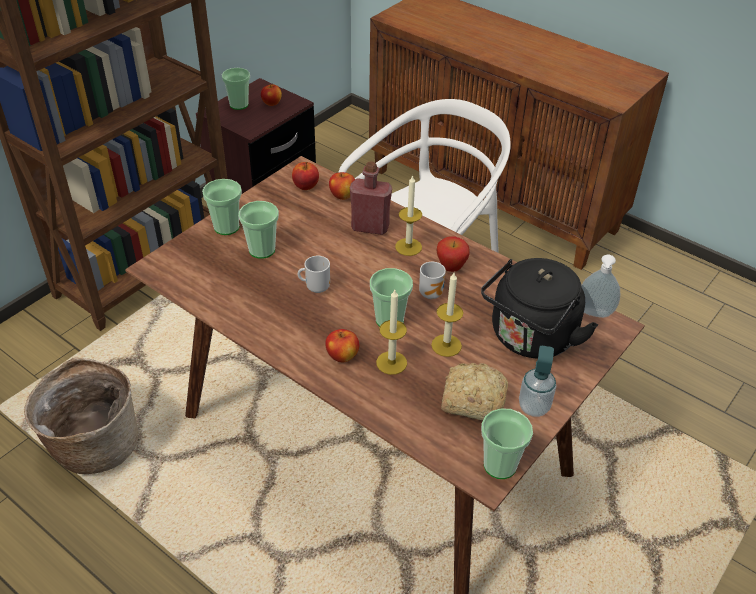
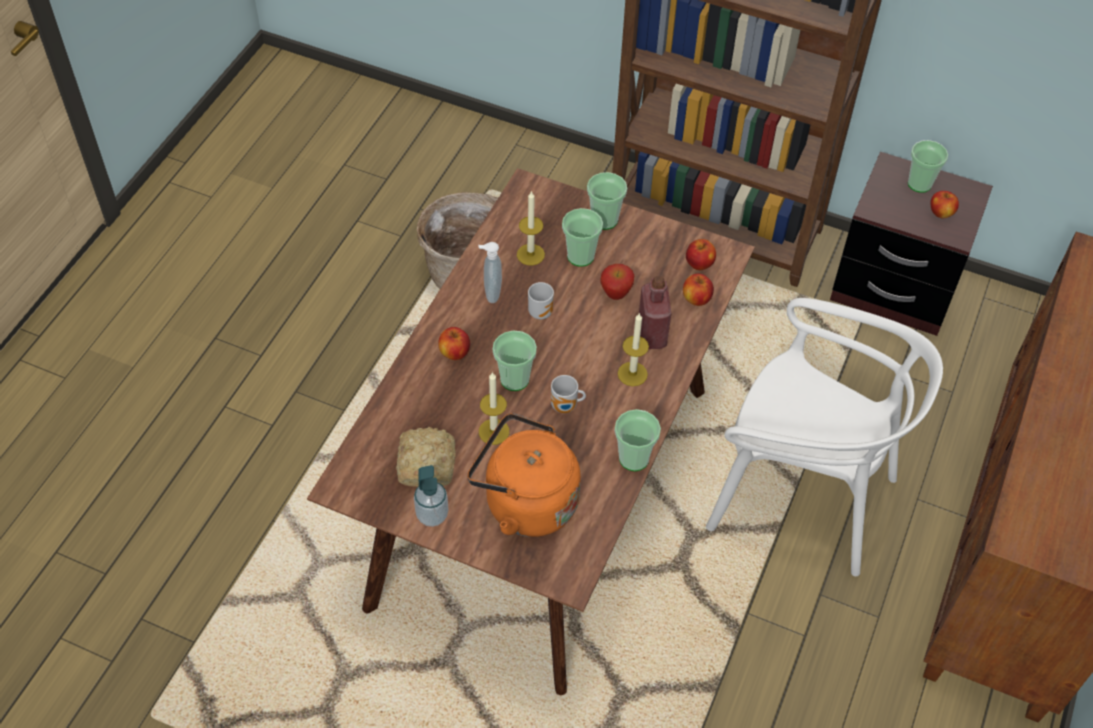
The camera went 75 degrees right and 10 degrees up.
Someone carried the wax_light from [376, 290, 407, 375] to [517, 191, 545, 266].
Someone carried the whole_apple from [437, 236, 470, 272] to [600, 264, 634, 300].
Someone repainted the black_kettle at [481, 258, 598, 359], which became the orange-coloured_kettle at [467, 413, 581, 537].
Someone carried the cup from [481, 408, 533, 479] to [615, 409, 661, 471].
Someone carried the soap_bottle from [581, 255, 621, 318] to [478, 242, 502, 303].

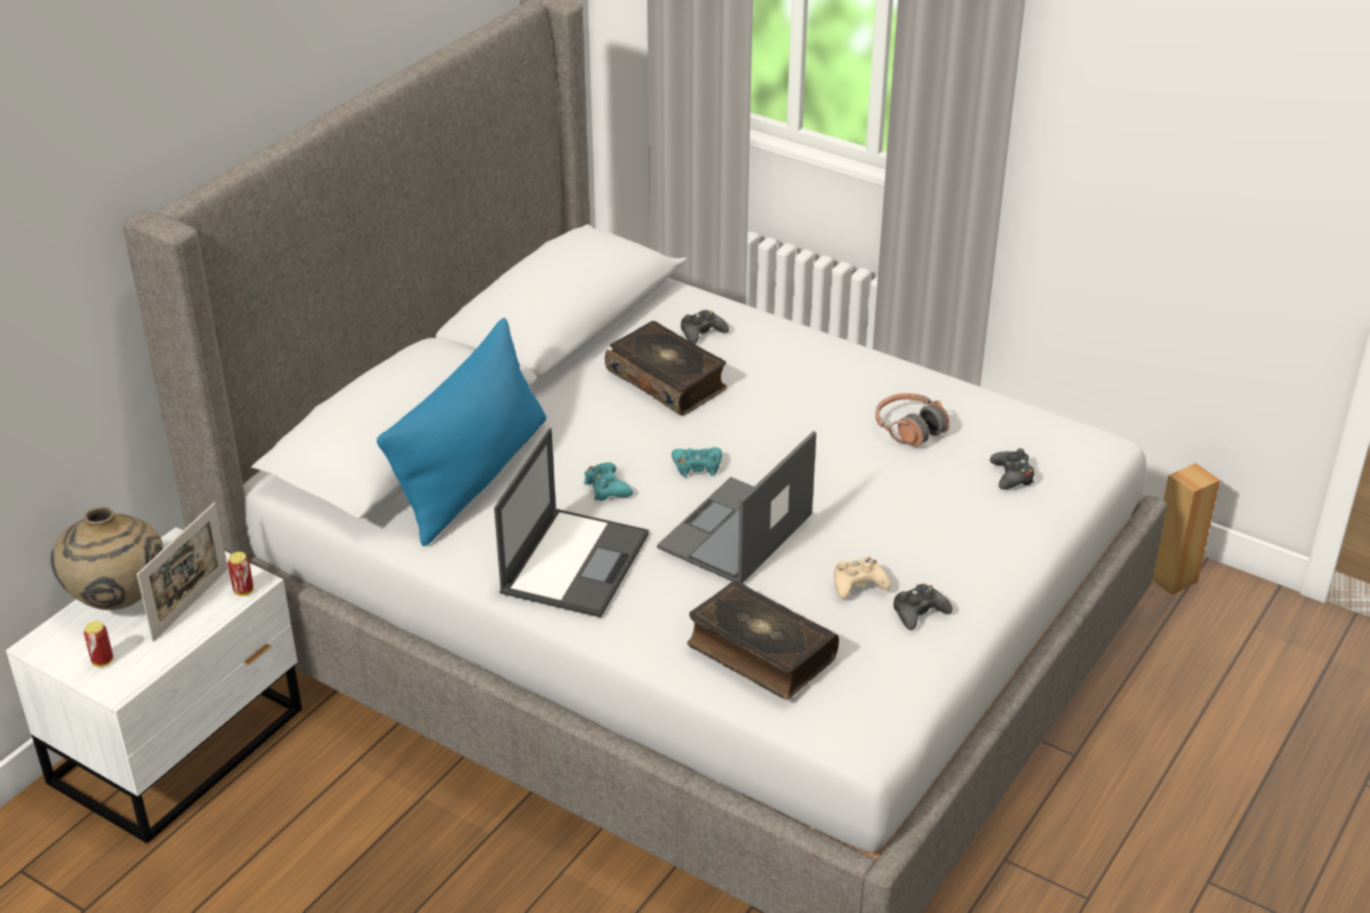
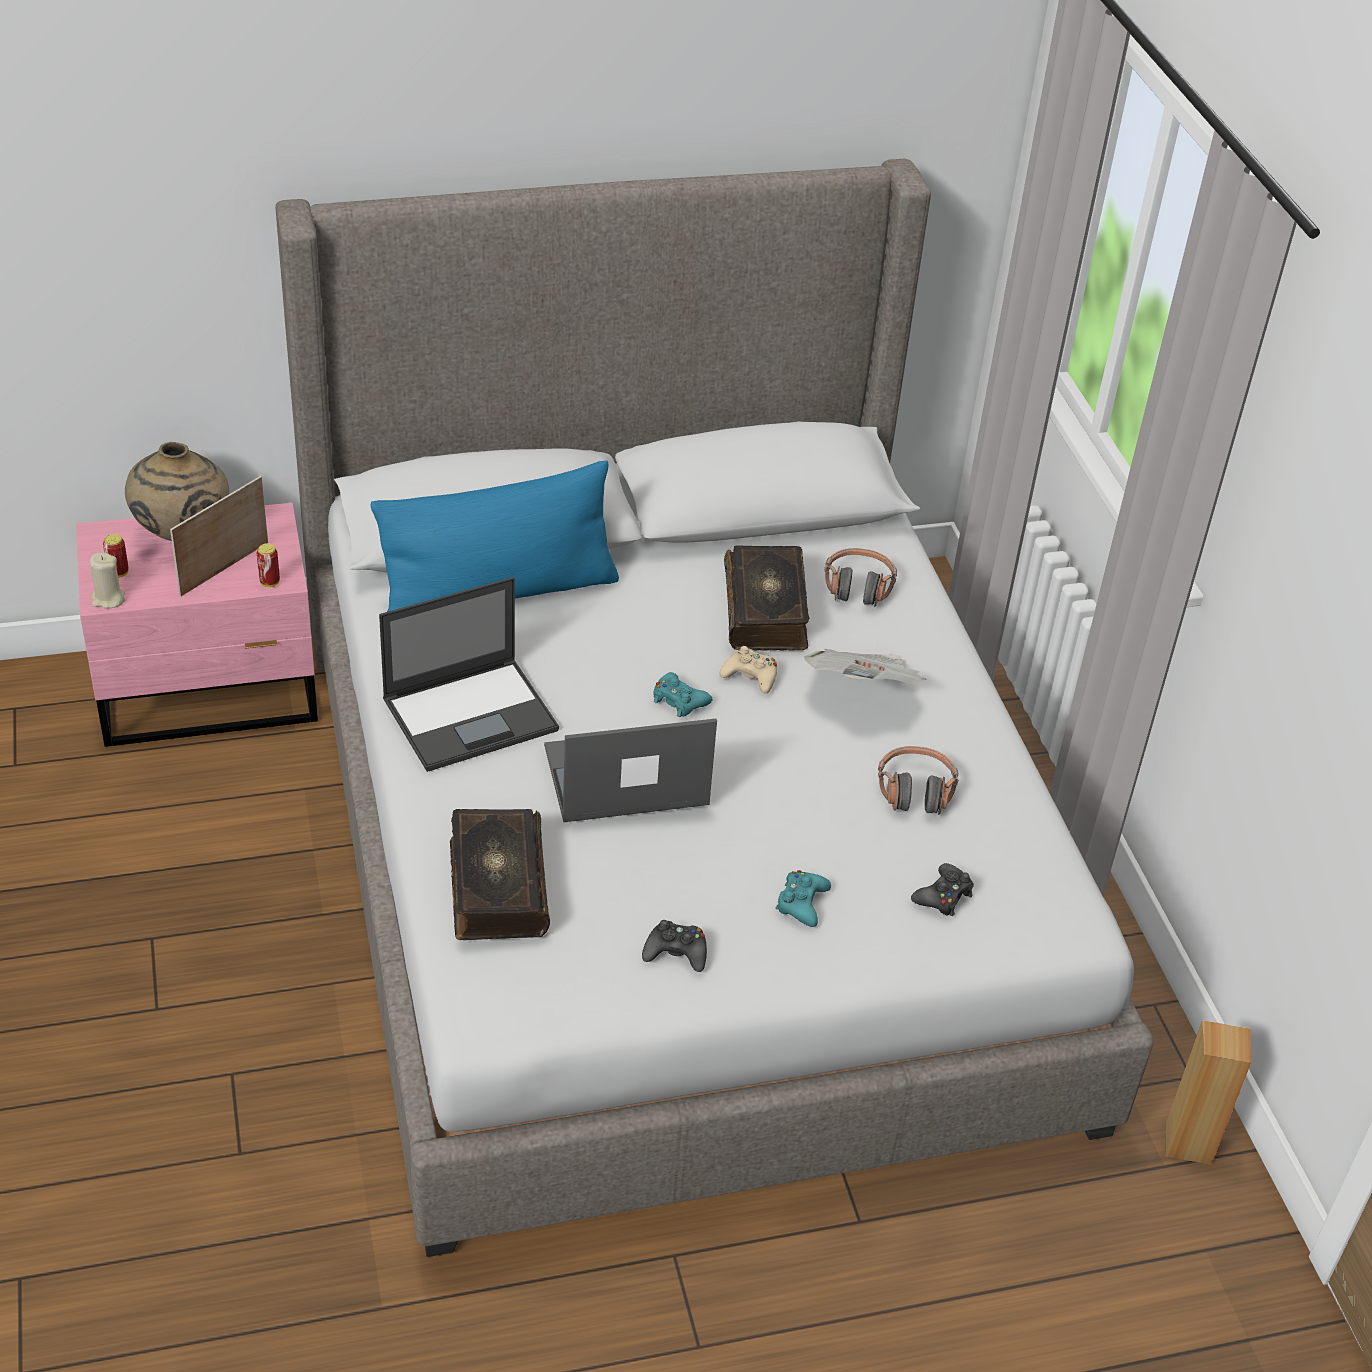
The camera went 40 degrees right and 5 degrees up.
Someone repainted the white-coloured_bedside_table at [6, 527, 302, 844], which became the pink_bedside_table at [76, 503, 318, 747].
Someone rotated the standing_frame at [137, 503, 228, 642] by 150 degrees clockwise.
Someone carried the turquoise-coloured_gamepad from [584, 462, 633, 501] to [776, 870, 831, 927].
Someone swapped the black_gamepad at [681, 310, 729, 344] for the headset at [825, 548, 897, 607].
Someone carried the sand-coloured_gamepad from [834, 557, 891, 599] to [720, 646, 777, 694].
Someone put down the sand-coloured_wax_light at [90, 552, 125, 609].
Someone put down the daily_paper at [804, 649, 926, 683].

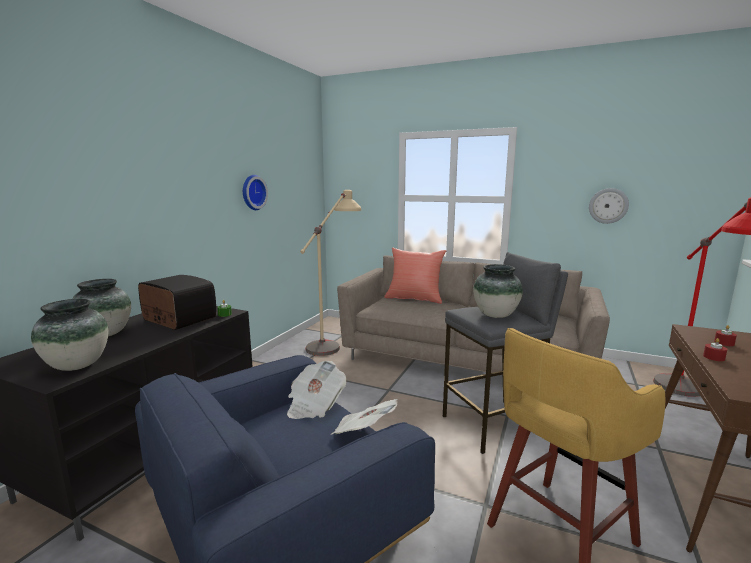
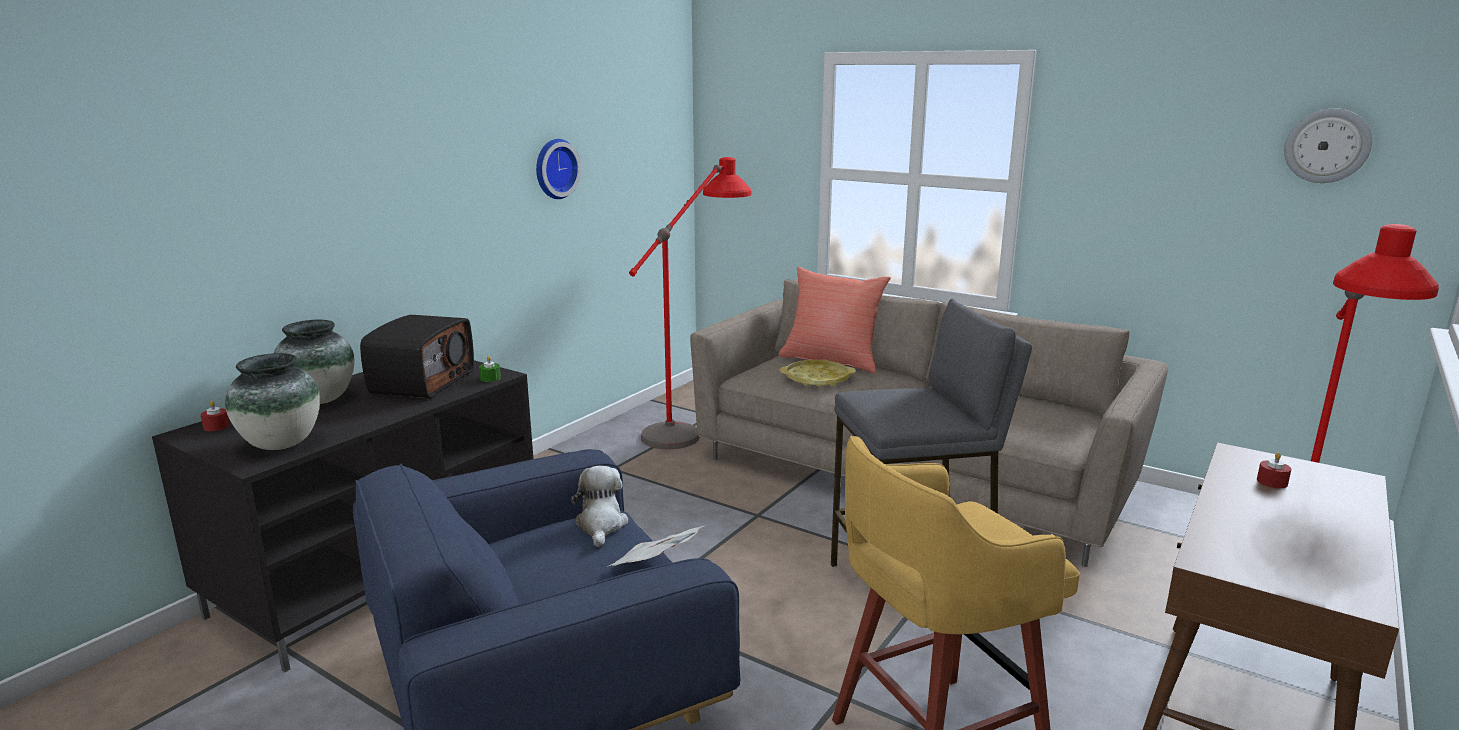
The camera went 10 degrees right and 5 degrees up.
Someone rotated the radio at [138, 275, 216, 330] by 60 degrees clockwise.
Someone swapped the daily_paper at [287, 360, 346, 419] for the plush_toy at [571, 466, 628, 547].
Someone repainted the sand-coloured_floor_lamp at [300, 190, 361, 356], which became the red-coloured_floor_lamp at [629, 157, 751, 449].
Someone took away the decorative_vase at [473, 264, 523, 318].
Someone carried the wall_clock from [589, 188, 629, 224] to [1284, 108, 1372, 183].
Someone carried the red-coloured_wax_light from [703, 338, 727, 361] to [201, 401, 230, 431].
Someone put down the yellowish_carrying_tray at [780, 360, 856, 387].

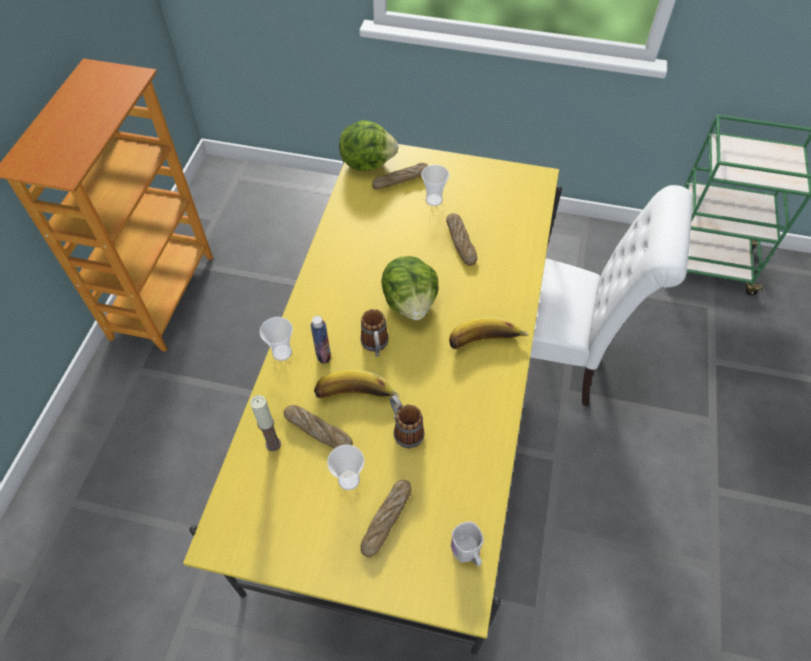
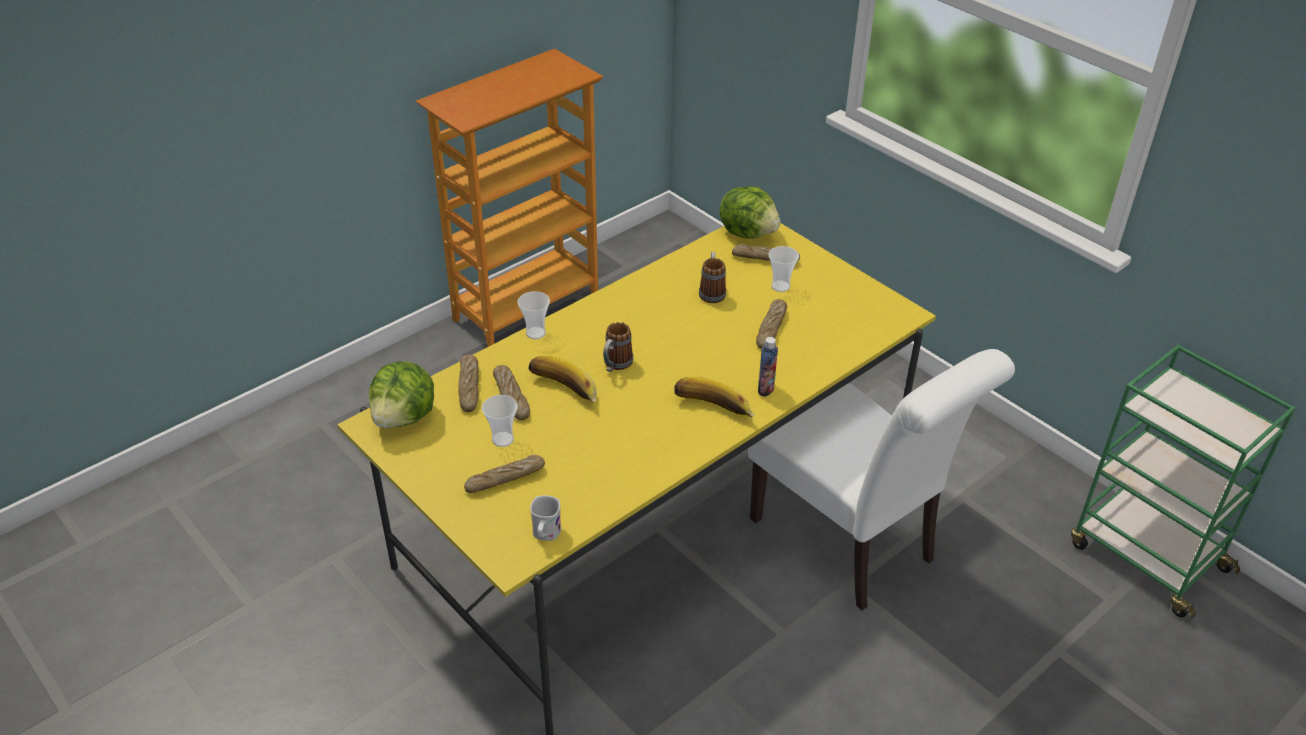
The camera went 35 degrees right and 15 degrees down.
Someone swapped the wax_light at [250, 395, 281, 451] for the bread at [458, 355, 479, 412].
Someone carried the bottle from [311, 316, 331, 364] to [758, 337, 778, 397].
Someone carried the lettuce_head from [381, 256, 439, 320] to [369, 361, 434, 428].
Someone carried the tea_mug from [390, 395, 424, 448] to [699, 252, 726, 303].

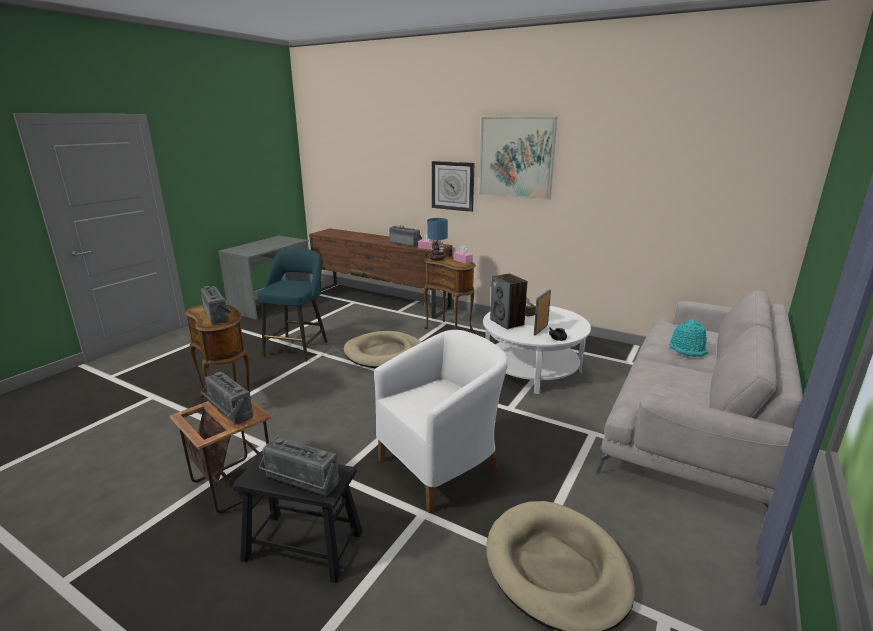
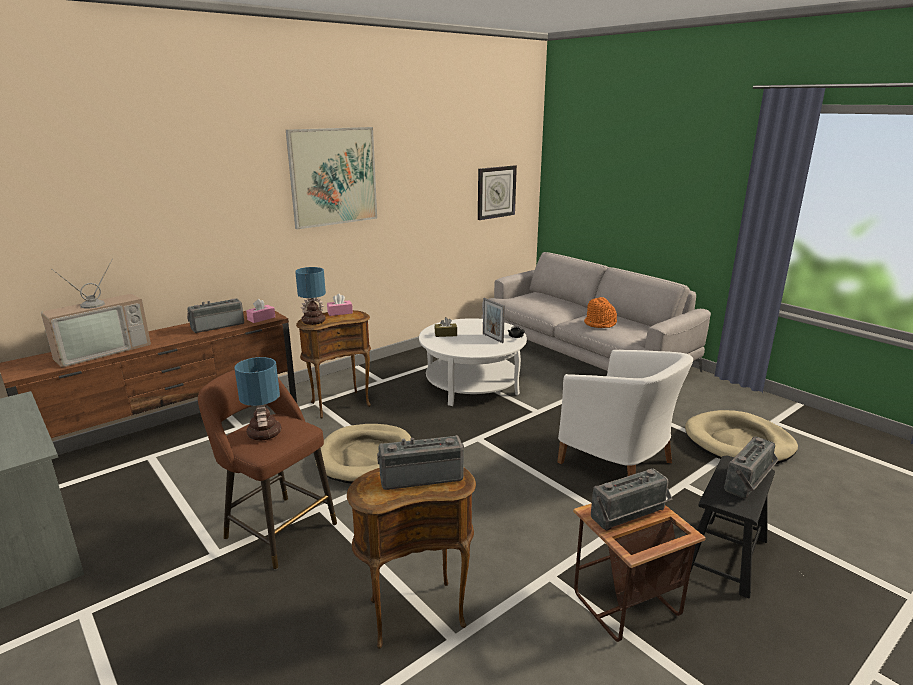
The camera went 70 degrees left and 0 degrees up.
Someone repainted the turquoise-coloured_sitting_stool at [258, 248, 328, 362], which became the brown-coloured_sitting_stool at [198, 370, 337, 570].
Someone rotated the white-coloured_armchair at [374, 330, 508, 513] by 150 degrees clockwise.
Someone carried the wall_clock from [432, 161, 474, 212] to [478, 165, 517, 220].
Someone took away the speaker at [490, 273, 527, 329].
Someone took away the turquoise-coloured_hat at [670, 319, 708, 357].
Someone put down the television at [41, 259, 151, 368].
Someone put down the table_lamp at [235, 357, 281, 441].
Someone put down the orange-coloured_hat at [584, 297, 617, 328].

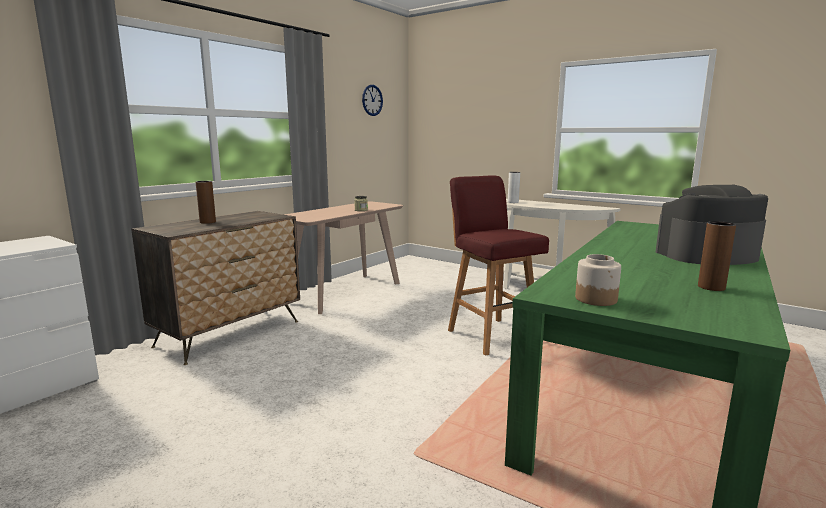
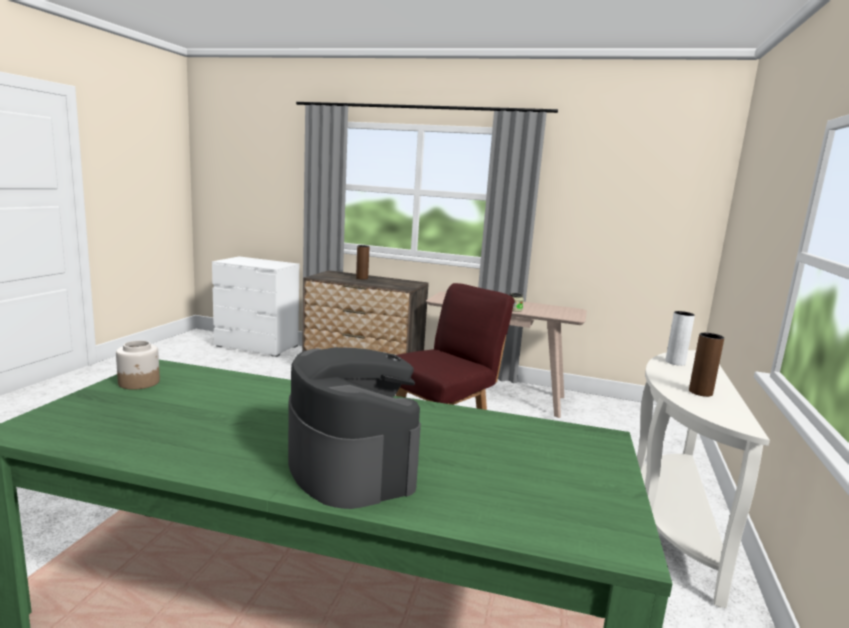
The camera went 70 degrees right and 0 degrees up.
Someone took away the wall_clock at [362, 85, 383, 116].
Someone carried the brown-coloured_decorative_vase from [698, 221, 736, 291] to [689, 333, 724, 397].

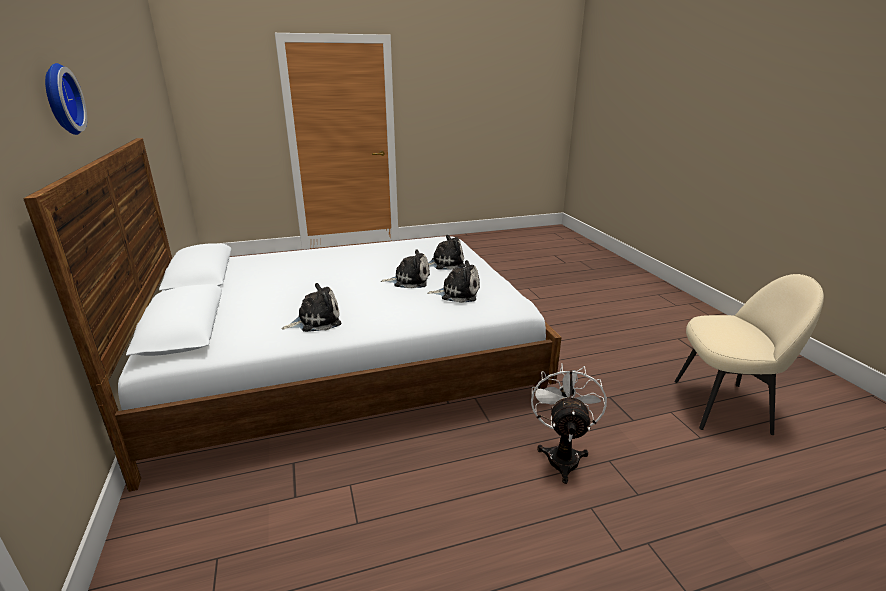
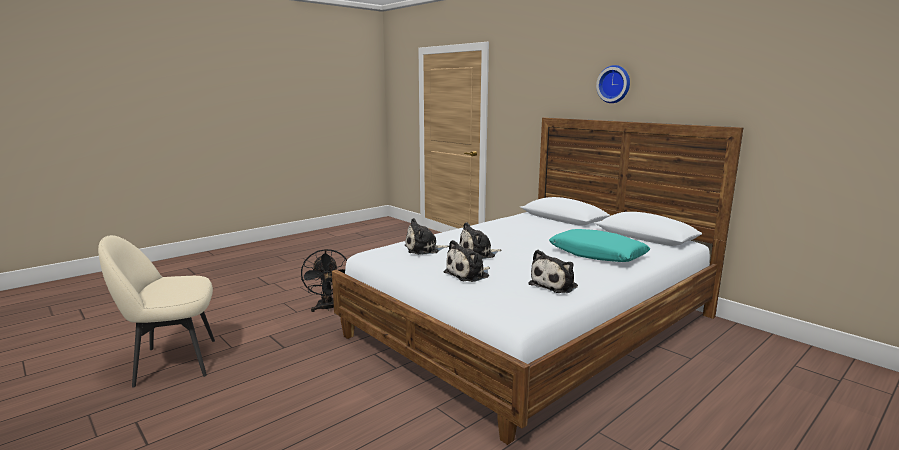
The camera went 155 degrees right and 10 degrees down.
Someone carried the plush_toy from [282, 283, 341, 332] to [528, 250, 578, 293].
Someone repainted the white-coloured_fan at [531, 363, 607, 484], which became the black_fan at [301, 249, 347, 312].
Someone put down the turquoise-coloured_throw_pillow at [549, 229, 650, 262].

